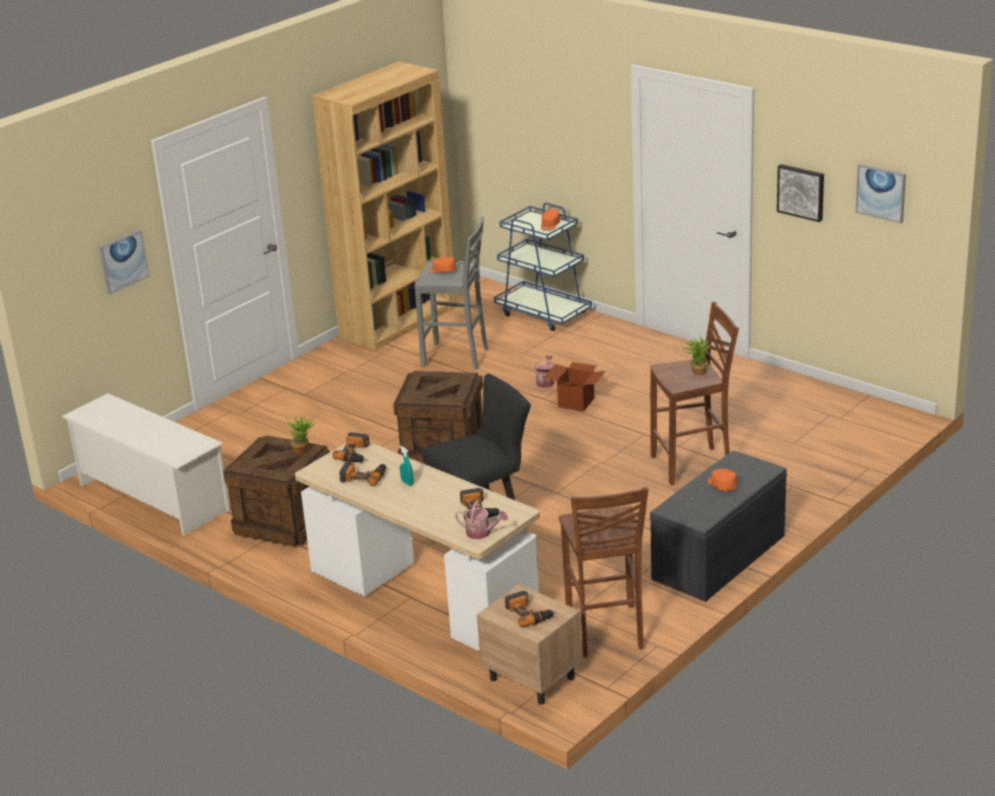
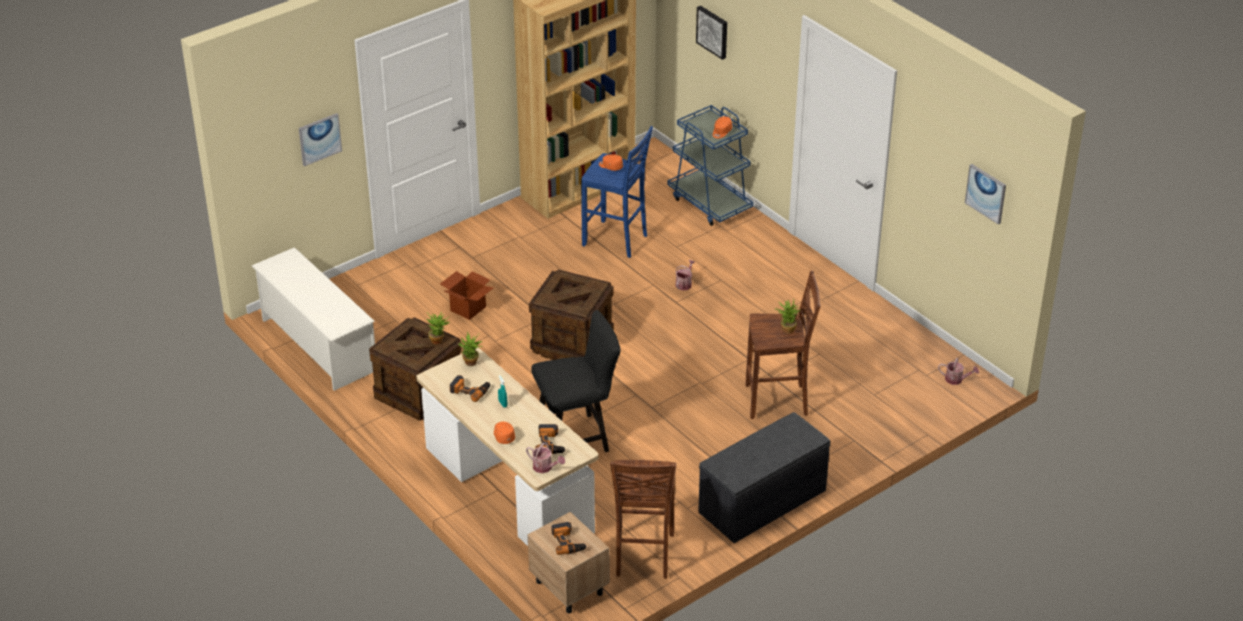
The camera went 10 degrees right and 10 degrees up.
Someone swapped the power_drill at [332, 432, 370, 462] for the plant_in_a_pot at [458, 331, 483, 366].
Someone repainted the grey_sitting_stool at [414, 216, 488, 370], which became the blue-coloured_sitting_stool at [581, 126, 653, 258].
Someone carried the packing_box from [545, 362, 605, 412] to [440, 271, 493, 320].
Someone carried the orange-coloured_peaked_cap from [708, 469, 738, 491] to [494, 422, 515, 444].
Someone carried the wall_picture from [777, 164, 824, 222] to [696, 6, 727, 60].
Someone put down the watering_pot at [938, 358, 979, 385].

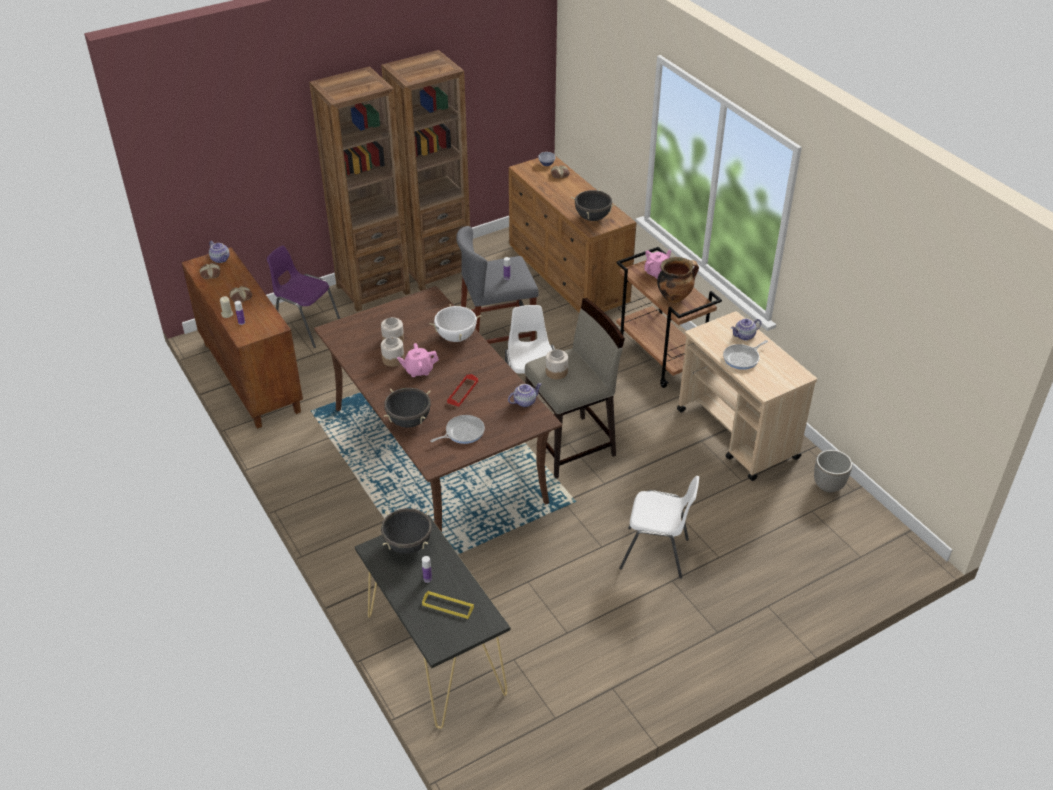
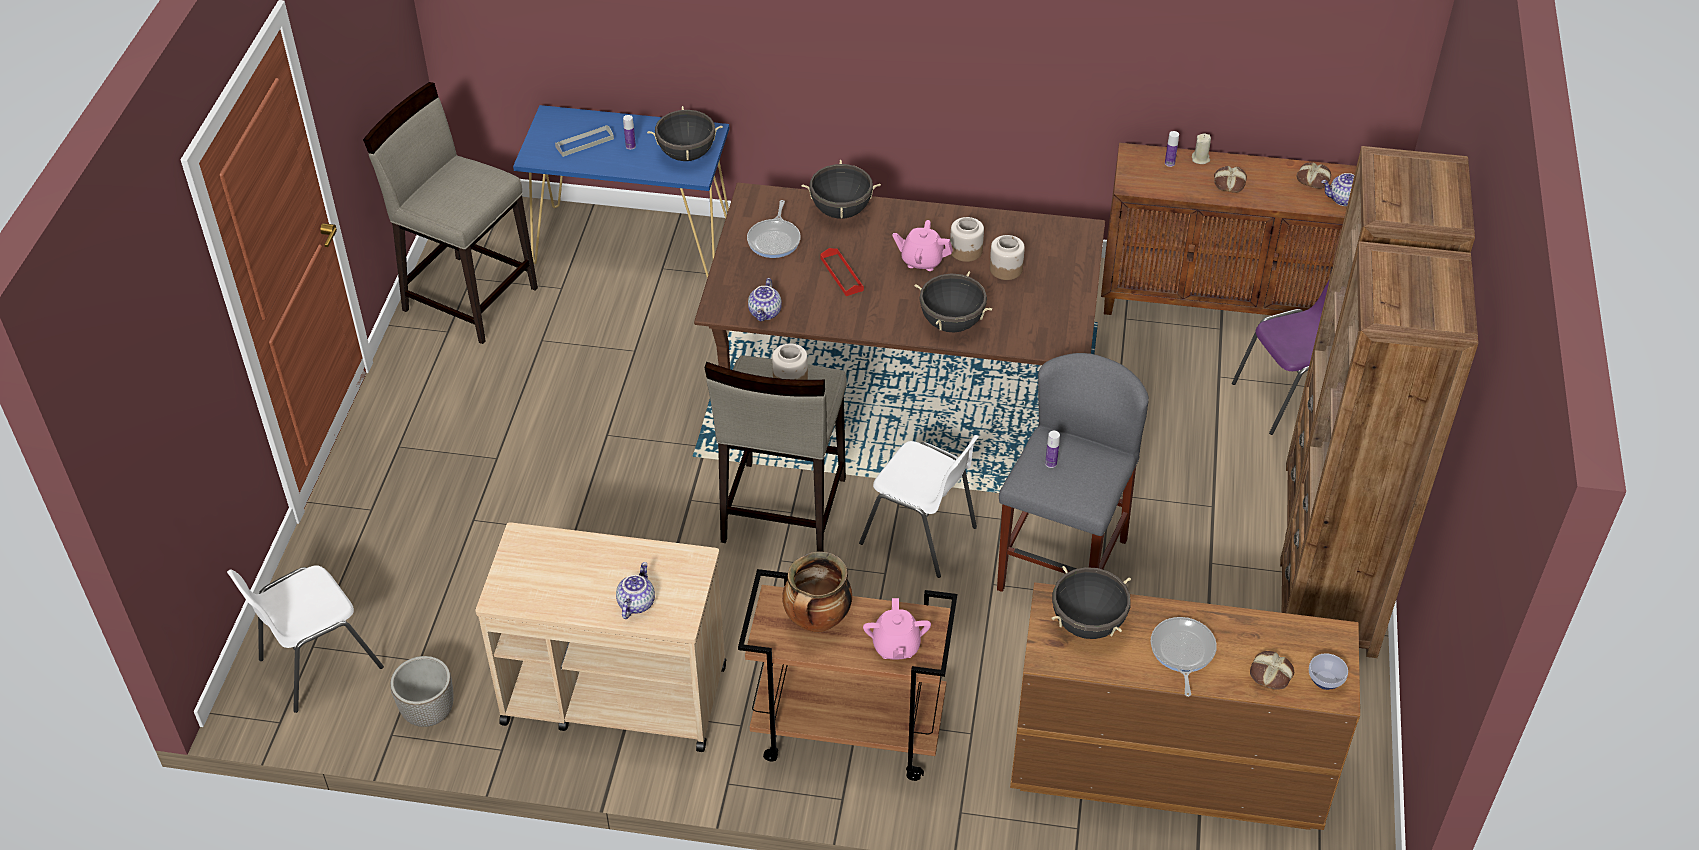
The camera went 130 degrees right and 5 degrees up.
Someone repainted the black_narrow_table at [355, 515, 510, 729], which became the blue-coloured_narrow_table at [513, 105, 729, 278].
Someone rotated the pink_tea_pot at [397, 343, 439, 377] by 105 degrees counterclockwise.
Someone repainted the yellowish_carrying_tray at [422, 591, 474, 619], which became the grey_carrying_tray at [555, 125, 614, 157].
Someone repainted the white-coloured_stockpot at [429, 304, 481, 342], which became the black_stockpot at [915, 271, 992, 333].
Someone carried the white-coloured_chair from [619, 476, 699, 579] to [227, 565, 384, 713].
Someone carried the frying_pan from [723, 340, 768, 370] to [1151, 617, 1217, 697].
Someone put down the sand-coloured_sitting_stool at [363, 82, 538, 344].

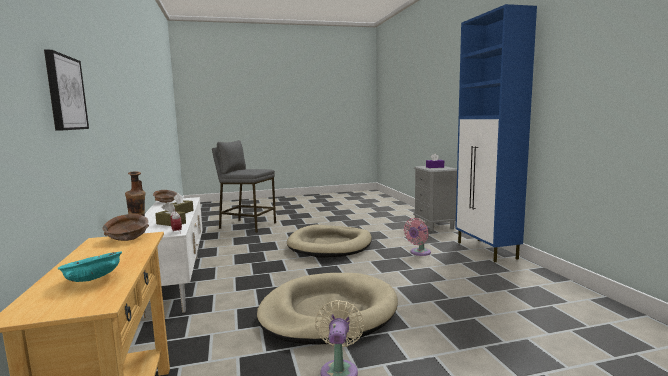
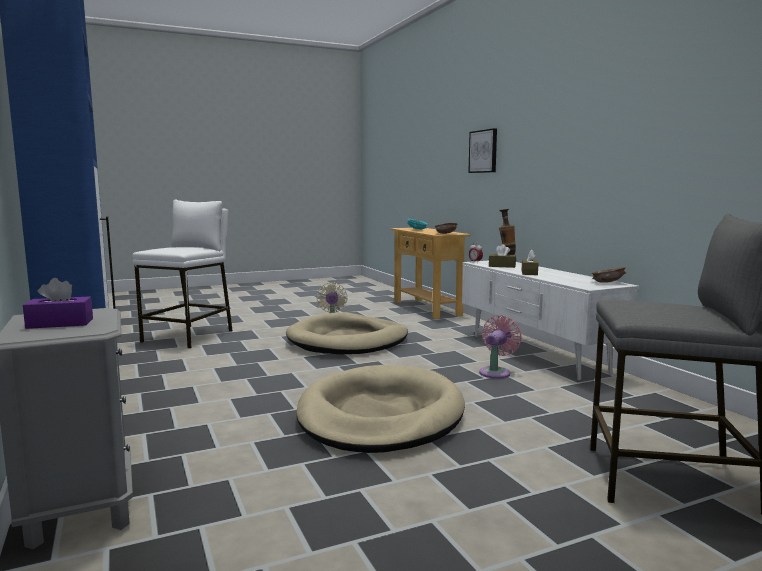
The camera went 170 degrees right and 0 degrees up.
Someone carried the pink_fan from [404, 218, 431, 256] to [479, 315, 522, 379].
Someone put down the white-coloured_sitting_stool at [132, 199, 233, 349].

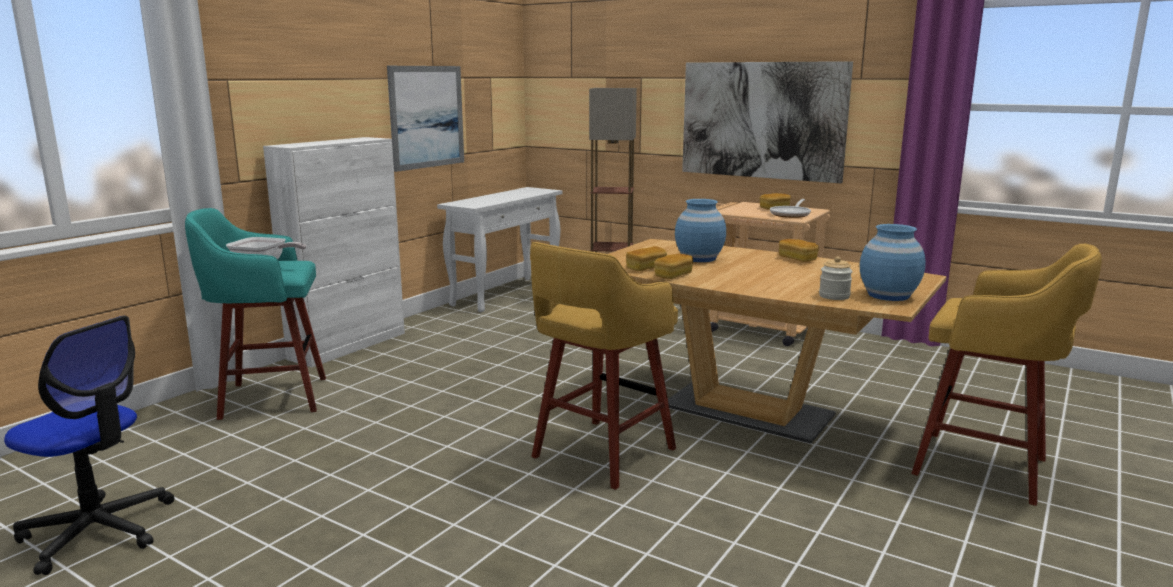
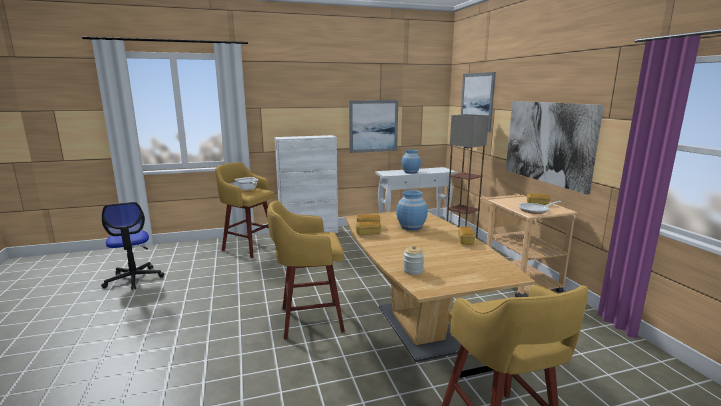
The camera went 40 degrees right and 0 degrees up.
Someone repainted the turquoise-coloured_sitting_stool at [185, 208, 326, 420], which became the yellowish_sitting_stool at [215, 162, 275, 258].
Someone carried the blue-coloured_decorative_vase from [860, 224, 926, 301] to [402, 150, 421, 174].
Someone put up the wall_picture at [461, 72, 496, 132].

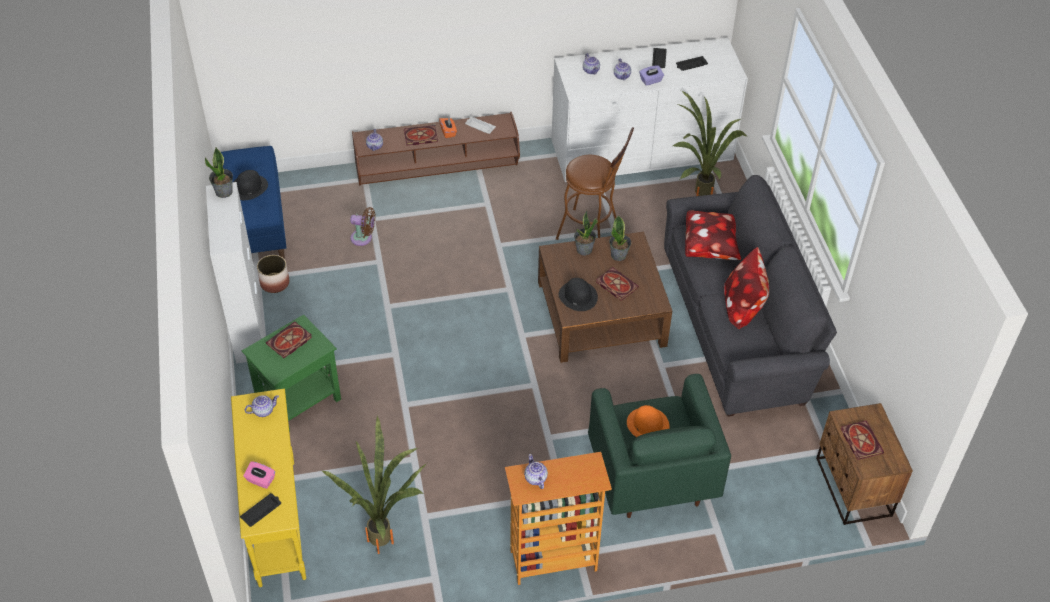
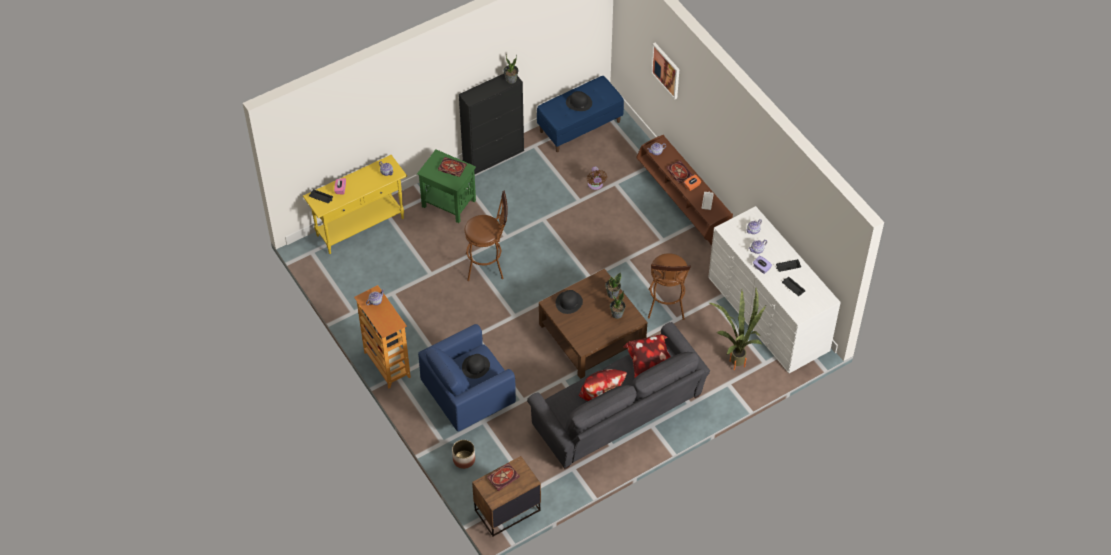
The camera went 70 degrees right and 5 degrees up.
Someone repainted the white-coloured_storage_cabinet at [206, 182, 264, 364], which became the black_storage_cabinet at [459, 74, 524, 174].
Someone carried the planter from [257, 255, 289, 293] to [452, 440, 475, 469].
Someone took away the plant_in_a_pot at [322, 416, 427, 554].
Someone repainted the greenish_armchair at [588, 374, 731, 518], which became the blue-coloured_armchair at [418, 324, 516, 432].
Someone took away the book at [596, 267, 639, 301].
Someone repainted the orange-coloured_hat at [627, 405, 670, 437], which became the black_hat at [462, 354, 490, 379].
Someone put down the brown-coloured_sitting_stool at [465, 191, 508, 281].
Someone put up the wall_picture at [651, 43, 679, 100].

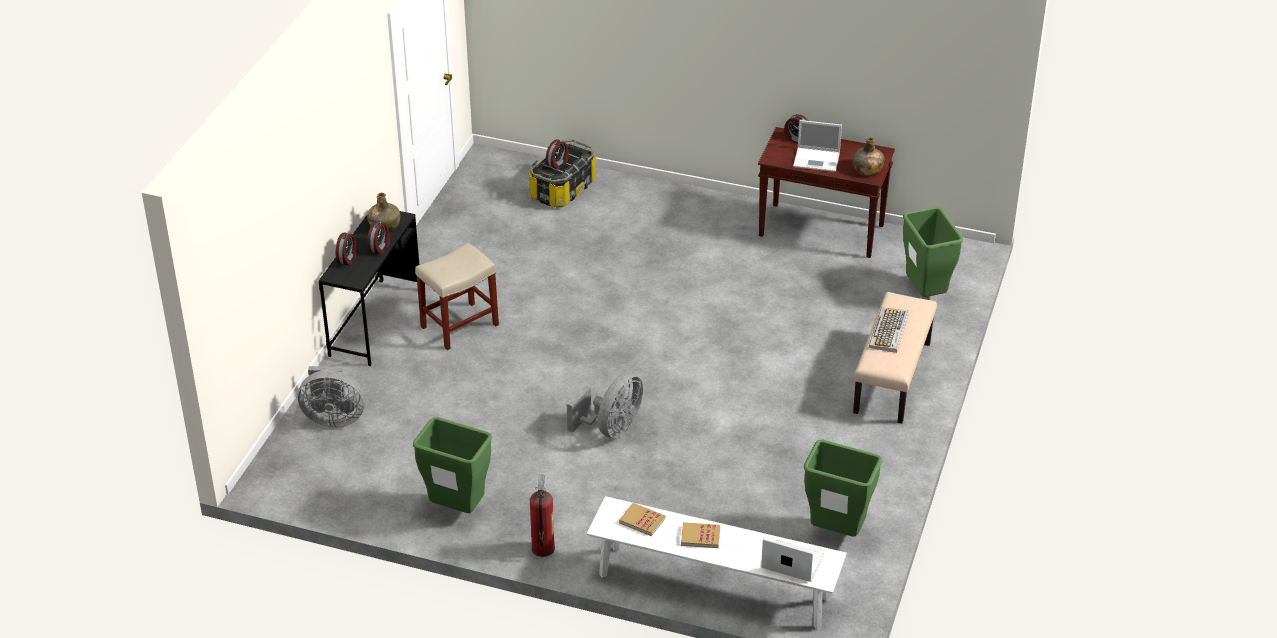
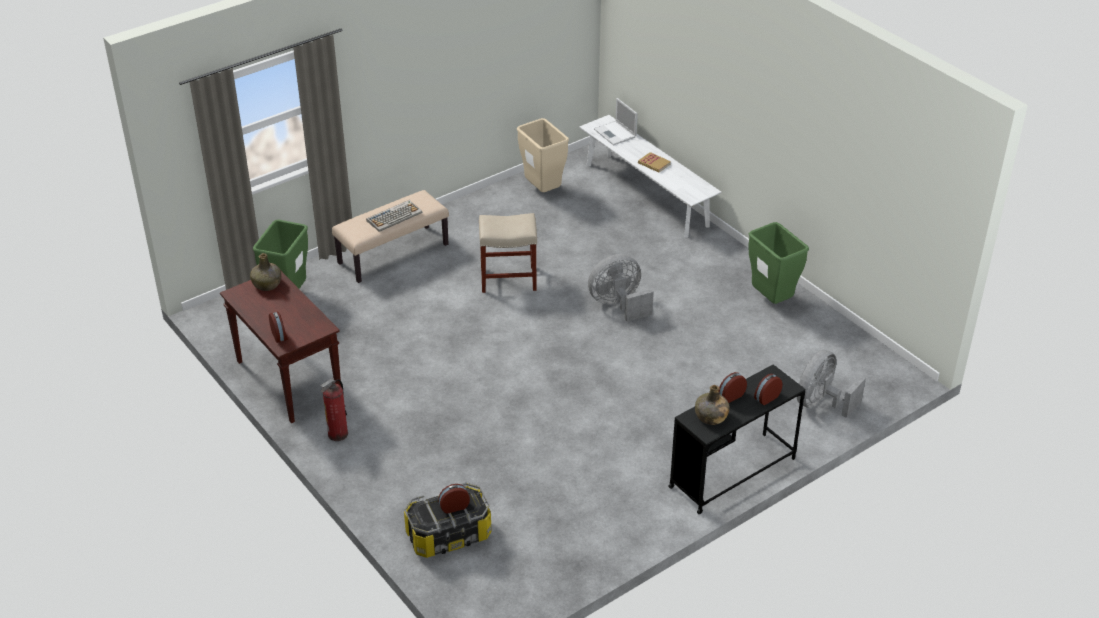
The camera went 145 degrees left and 0 degrees up.
Someone rotated the grey_fan at [298, 366, 366, 427] by 90 degrees counterclockwise.
Someone carried the sand-coloured_sitting_stool from [415, 243, 499, 350] to [479, 213, 537, 293].
Someone carried the fire-fighting_cylinder from [530, 475, 555, 557] to [320, 378, 348, 441].
Someone took away the book at [619, 503, 665, 536].
Someone took away the portable_computer at [793, 120, 842, 172].
Someone repainted the greenish_trash_can at [804, 440, 882, 537], which became the sand-coloured_trash_can at [517, 118, 569, 192].

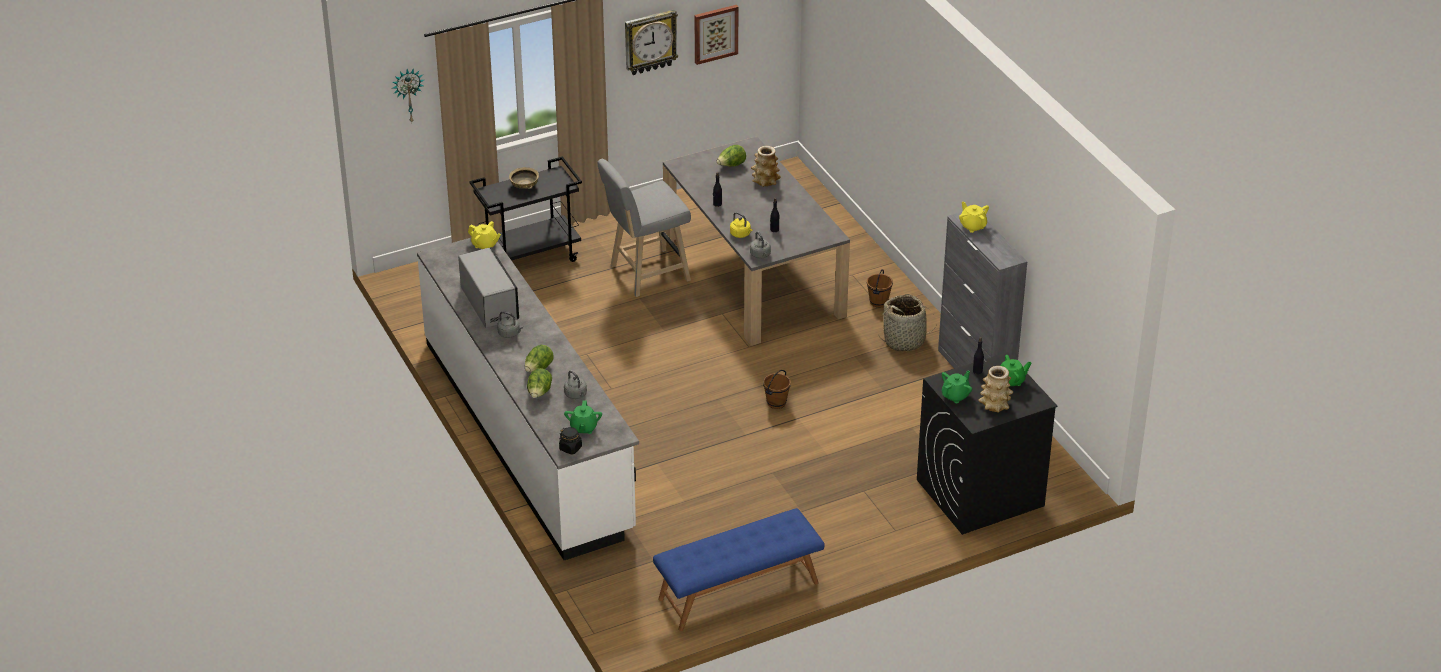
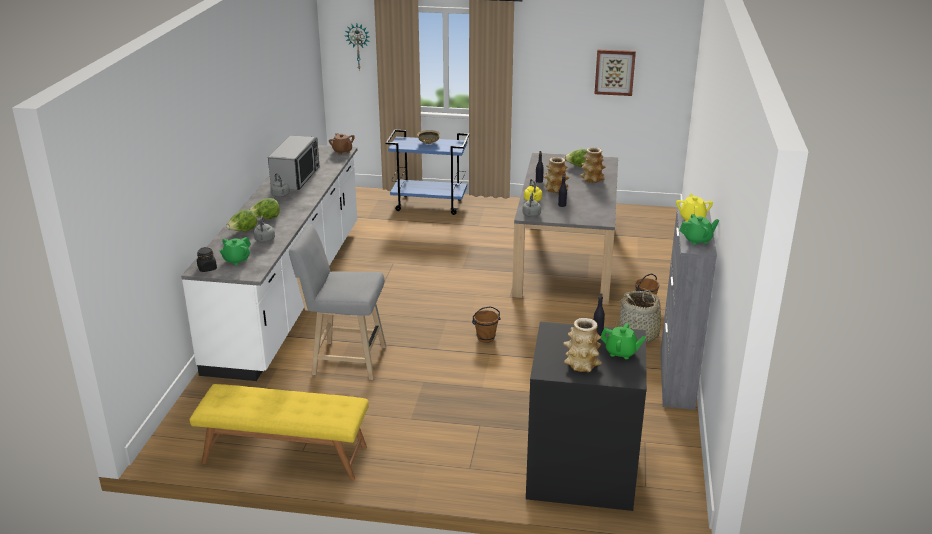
The camera went 35 degrees right and 10 degrees down.
Someone repainted the yellowish_tea_pot at [468, 221, 501, 249], which became the brown-coloured_tea_pot at [329, 133, 355, 155].
Someone repainted the black_cart at [469, 156, 582, 262], which became the blue-coloured_cart at [386, 129, 469, 215].
Someone carried the grey_sitting_stool from [598, 159, 691, 297] to [289, 224, 386, 380].
Someone took away the wall_clock at [625, 9, 678, 75].
Someone repainted the blue-coloured_long_seat at [653, 508, 825, 631], which became the yellowish_long_seat at [190, 384, 369, 480].
Someone carried the greenish_tea_pot from [942, 371, 972, 403] to [679, 214, 719, 245].
Someone put down the decorative_vase at [544, 157, 569, 193].

